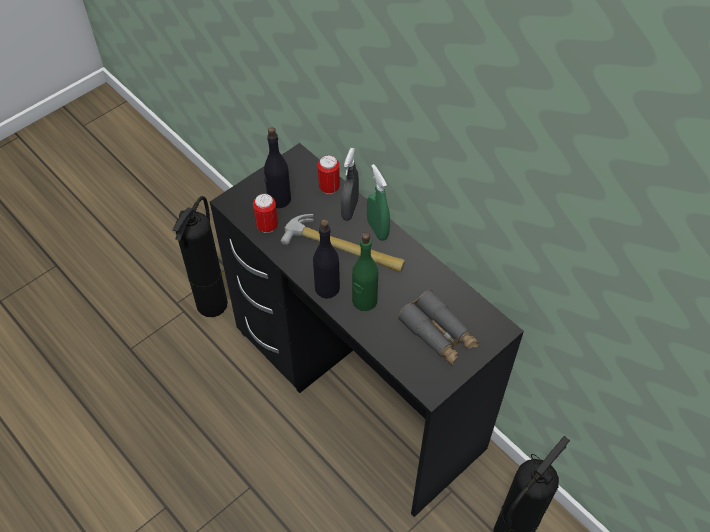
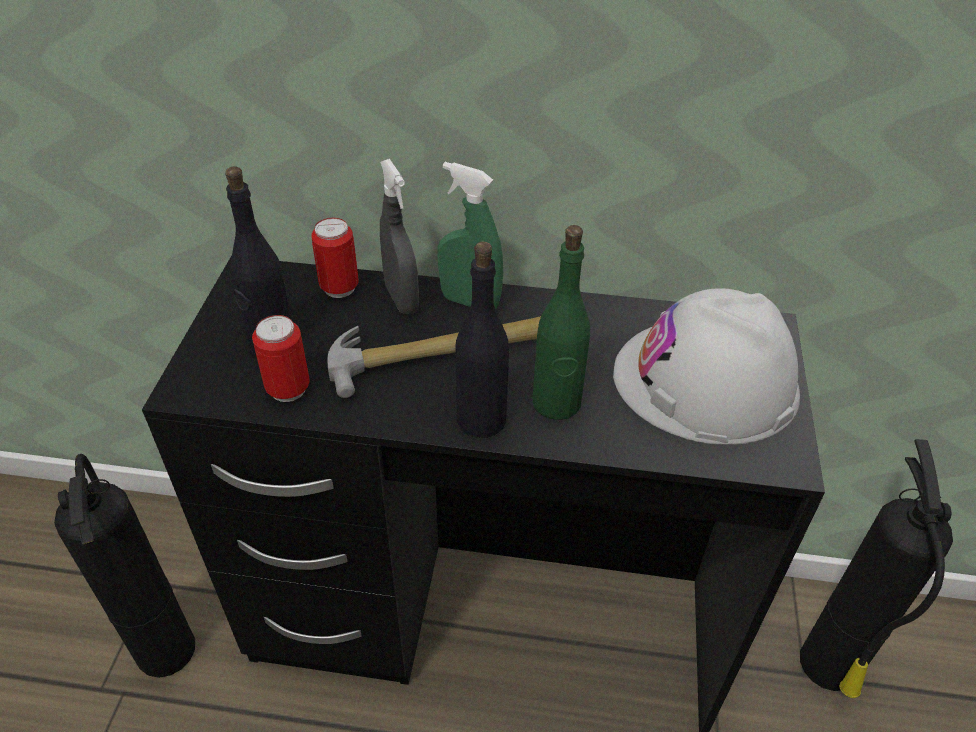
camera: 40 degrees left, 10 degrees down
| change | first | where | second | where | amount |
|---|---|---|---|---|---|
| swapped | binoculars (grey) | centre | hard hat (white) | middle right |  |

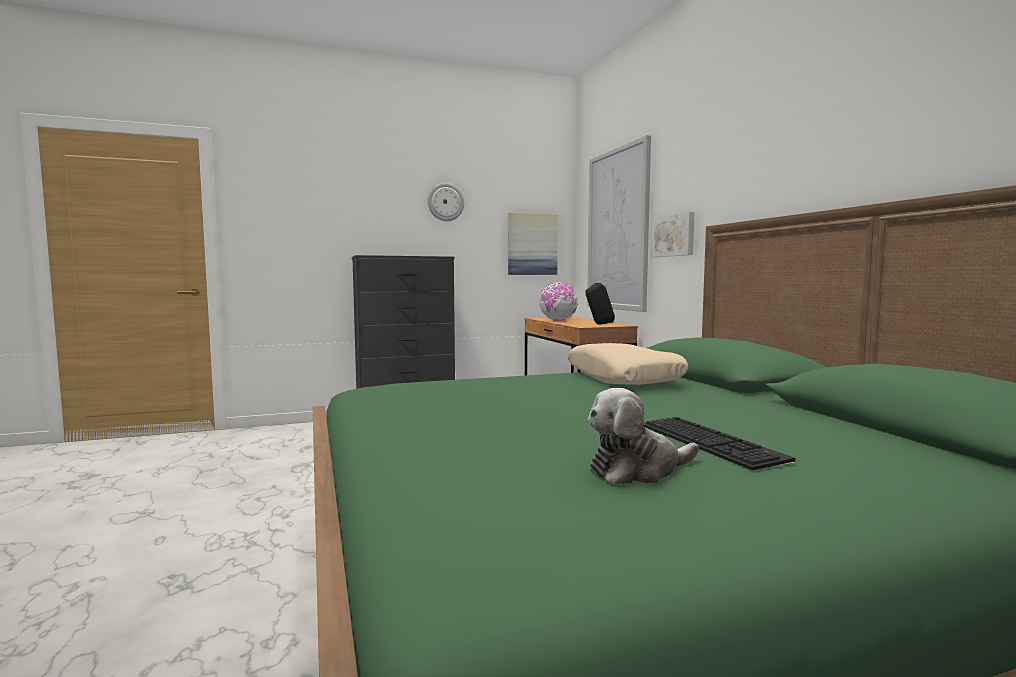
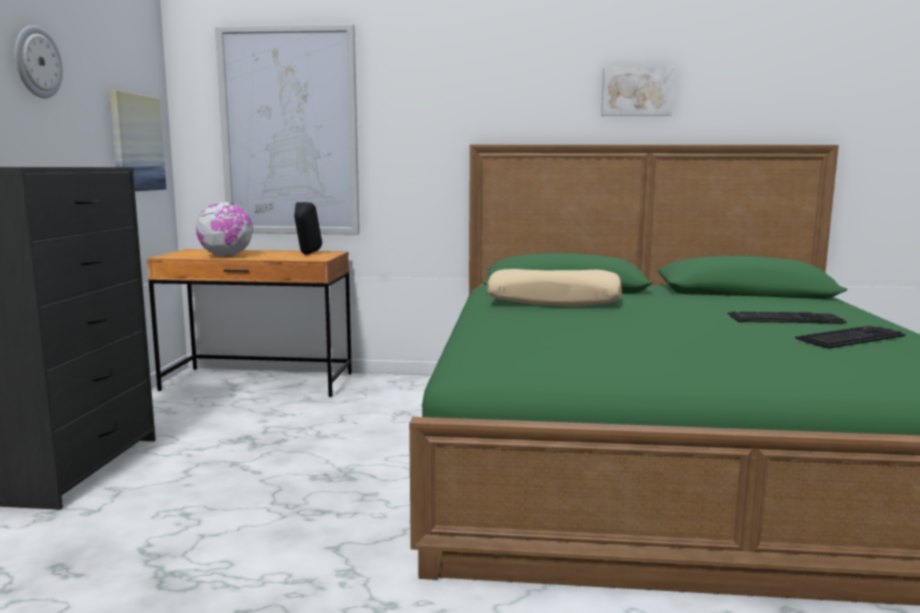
camera: 65 degrees left, 5 degrees up
| change | first | where | second | where | amount |
|---|---|---|---|---|---|
| shifted | picture (no. 3 from left) | centre |  | top right |  |
| swapped | plush toy | centre | keyboard (no. 2 from left) | middle right |  |

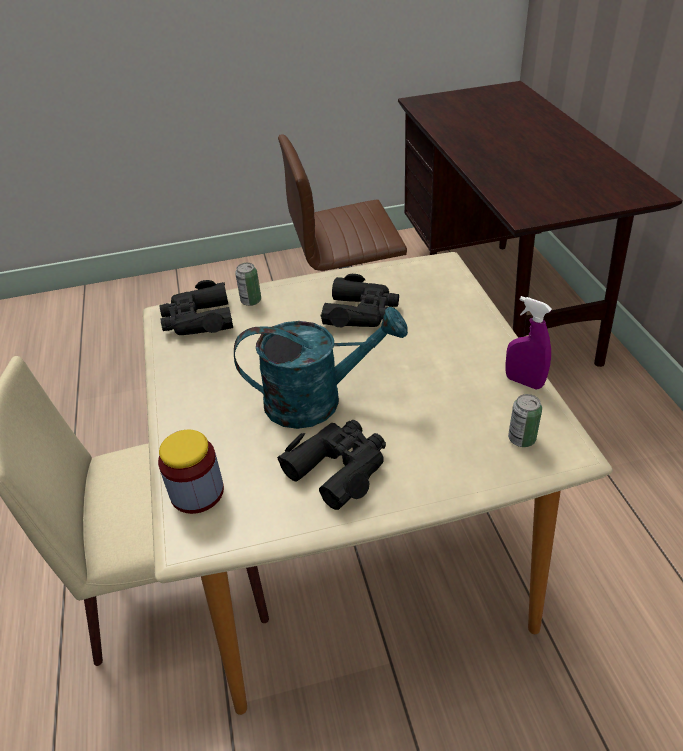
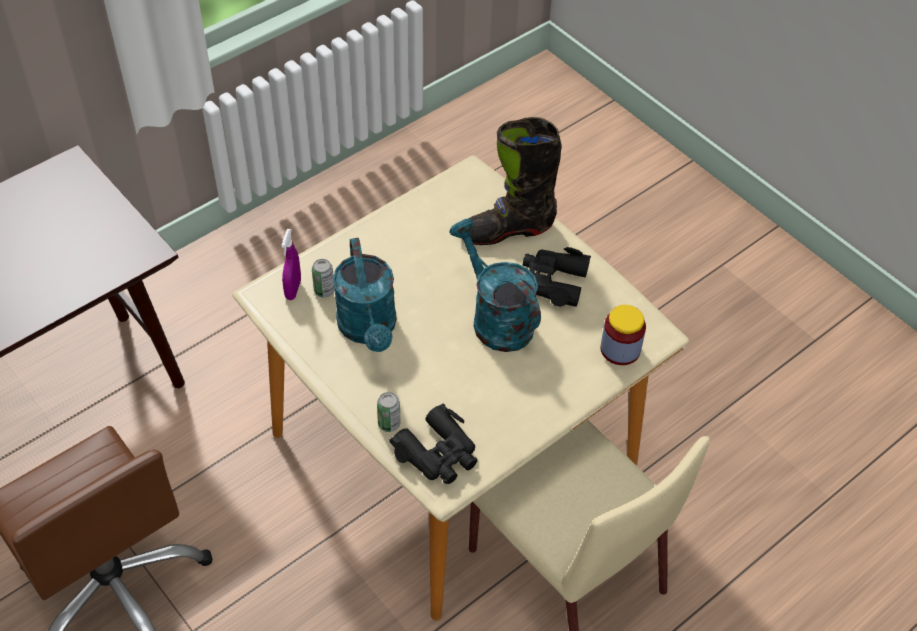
camera: 120 degrees left, 10 degrees up
| change | first | where | second | where | amount |
|---|---|---|---|---|---|
| swapped | binoculars (black) (no. 3 from left) | centre | watering can (turquoise) (no. 1 from left) | centre |  |
| shifted | spray bottle (purple) | middle right |  | middle left |  |
| shifted | can (no. 2 from left in the first image) | middle right | can (no. 1 from left) | centre |  |
| new |  |  | boot (black) | top centre |  |

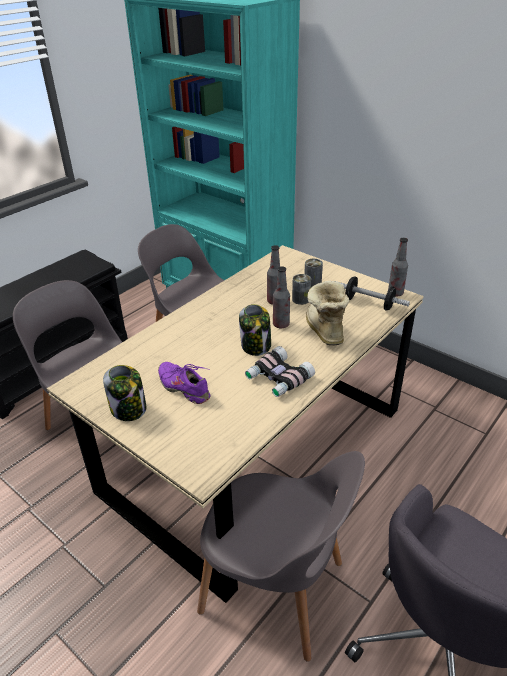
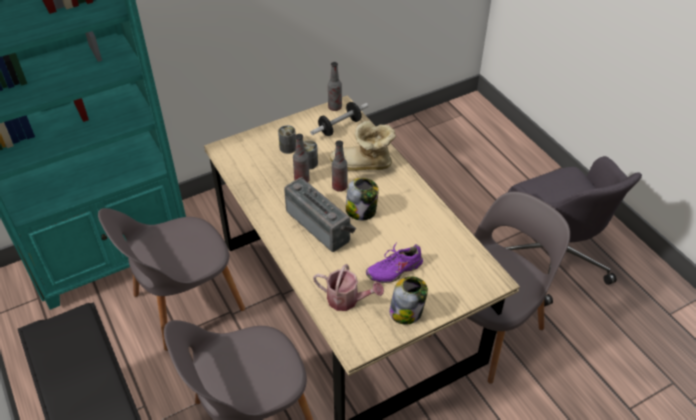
camera: 70 degrees left, 10 degrees up
| change | first | where | second | where | amount |
|---|---|---|---|---|---|
| gone | binoculars | centre |  |  |  |
| new |  |  | radio | centre |  |
| new |  |  | watering can | bottom centre |  |

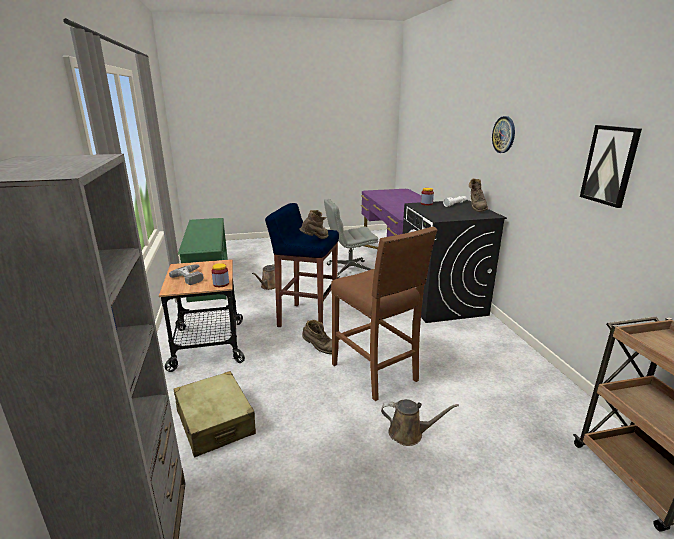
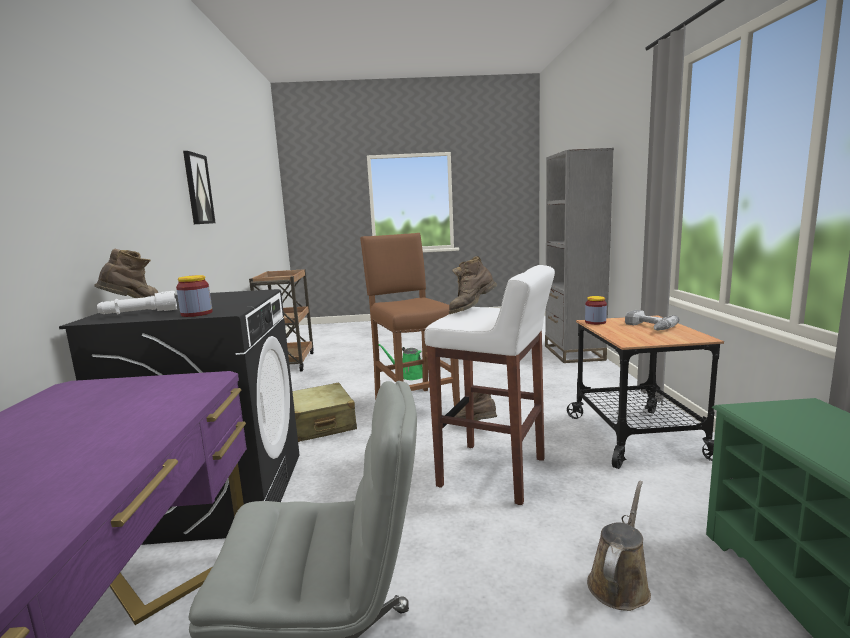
camera: 170 degrees left, 10 degrees down
| change | first | where | second | where | amount |
|---|---|---|---|---|---|
| gone | wall clock | top right |  |  |  |
| repainted | stool (blue) | centre | stool (white) | centre |  |
| shifted | suitcase (beige) | bottom left |  | centre |  |
| repainted | watering can (brown) (no. 2 from left) | bottom centre | watering can (green) | centre |  |

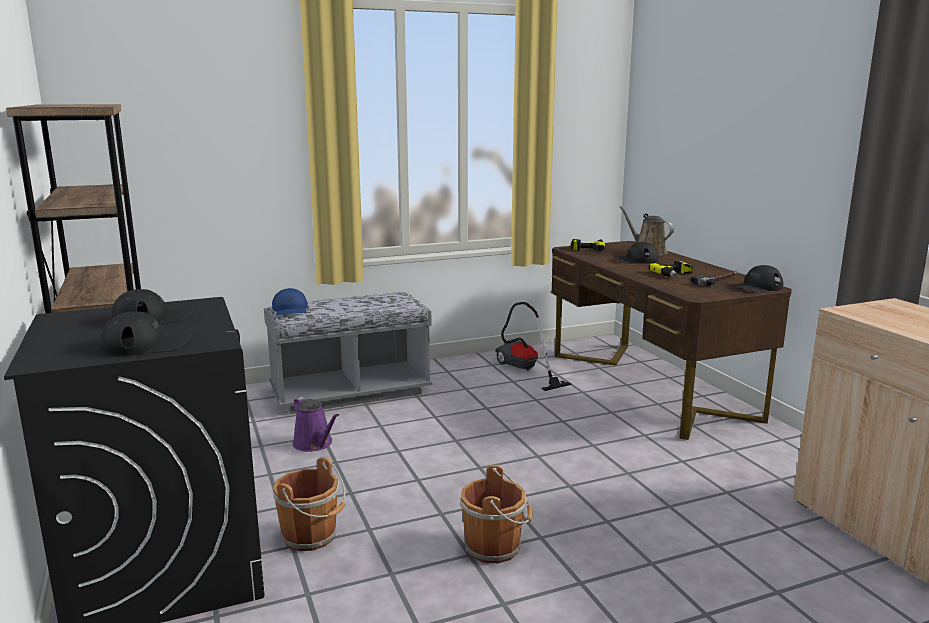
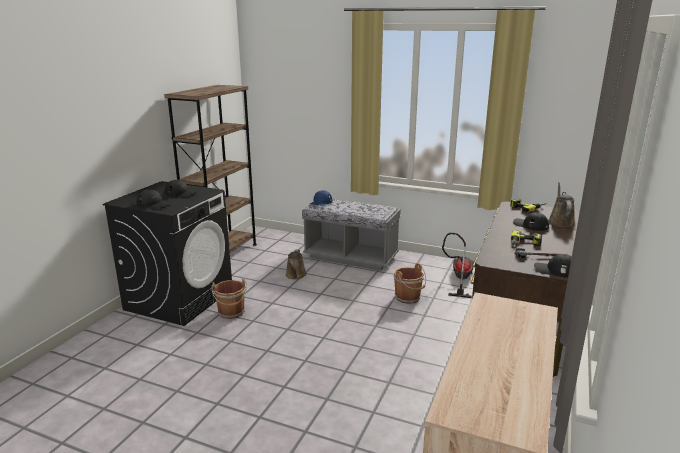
camera: 45 degrees right, 5 degrees up
| change | first | where | second | where | amount |
|---|---|---|---|---|---|
| repainted | watering can (purple) | bottom centre | watering can (brown) (no. 1 from left) | centre |  |
| shifted | bucket (brown) (no. 2 from left) | bottom centre |  | centre |  |

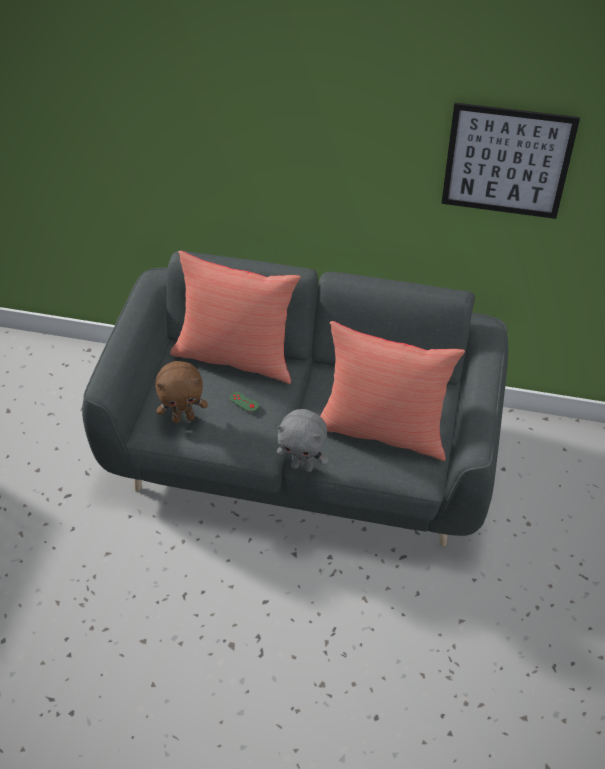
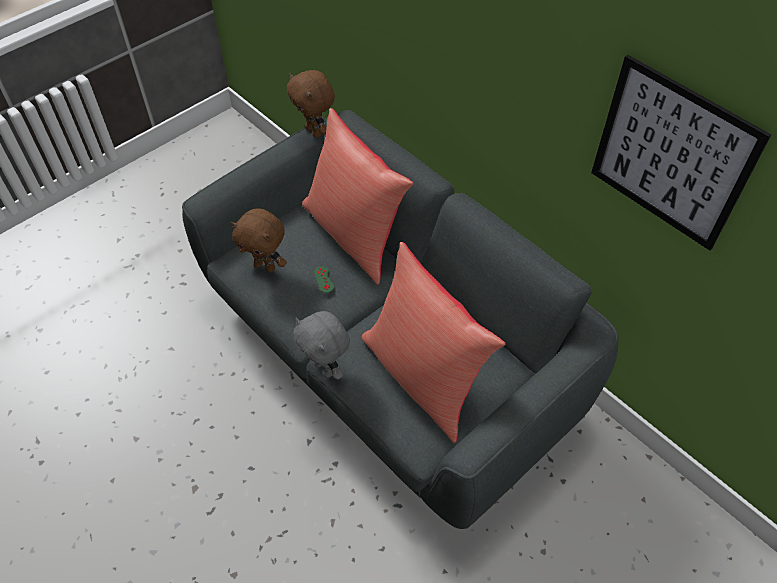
camera: 35 degrees right, 5 degrees up
| change | first | where | second | where | amount |
|---|---|---|---|---|---|
| new |  |  | plush toy (brown) (no. 2 from left) | top centre |  |

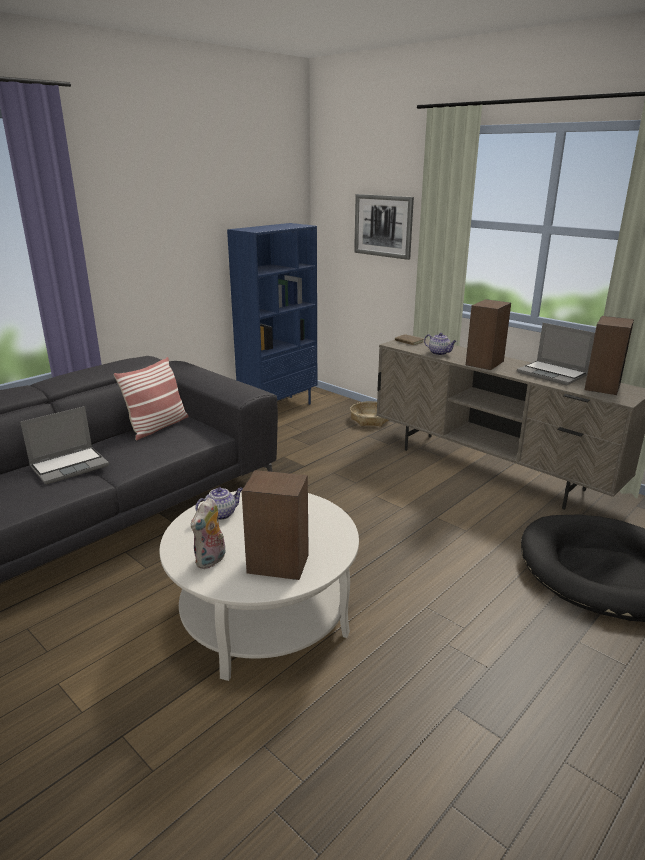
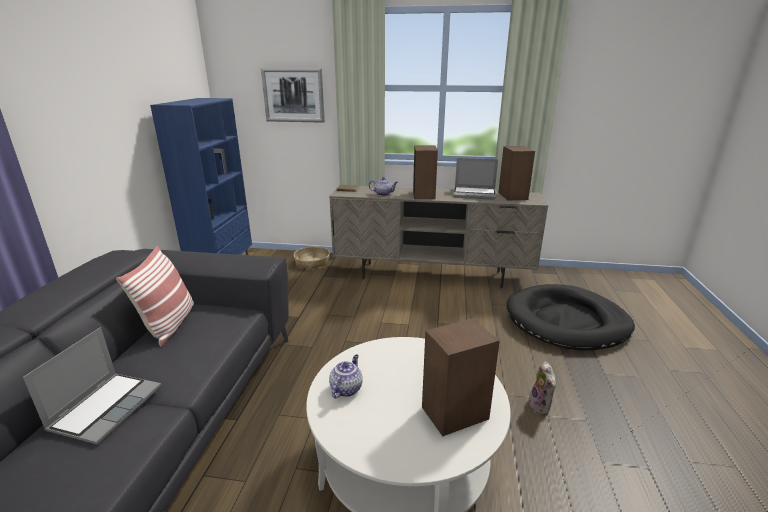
camera: 35 degrees left, 0 degrees up
| change | first | where | second | where | amount |
|---|---|---|---|---|---|
| shifted | plush toy | middle left |  | bottom right |  |

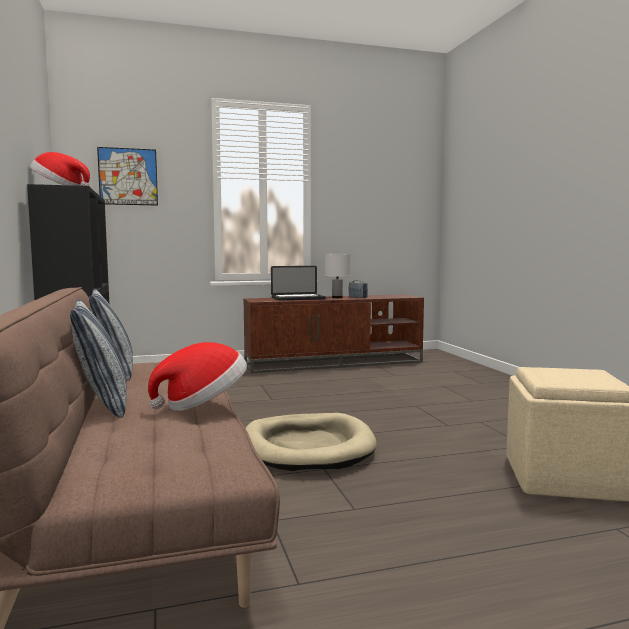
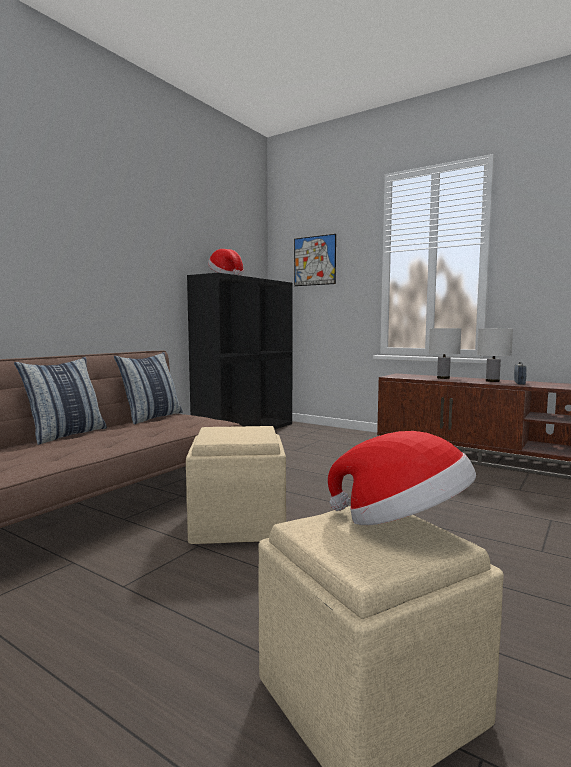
camera: 50 degrees right, 0 degrees up
| change | first | where | second | where | amount |
|---|---|---|---|---|---|
| swapped | laptop | centre | table lamp (white) (no. 1 from left) | middle right |  |
| shifted | hat (no. 2 from left) | middle left |  | middle right |  |
| swapped | dog bed (beige) | bottom centre | ottoman (beige) (no. 1 from left) | centre |  |

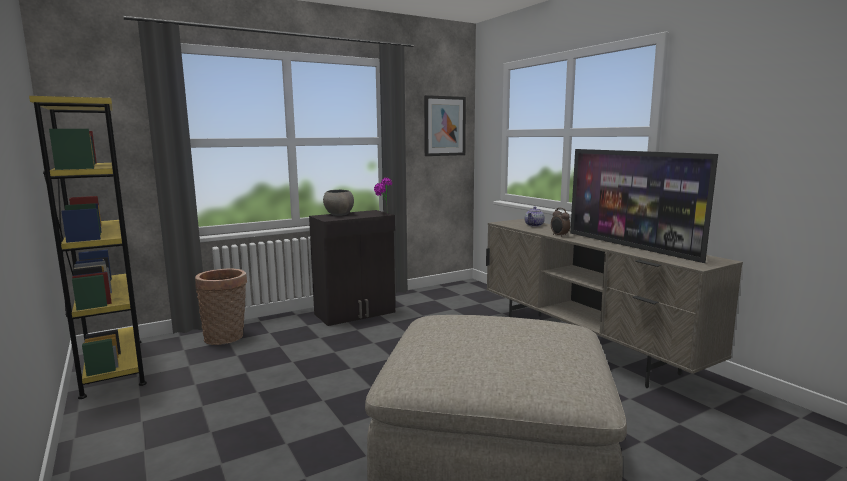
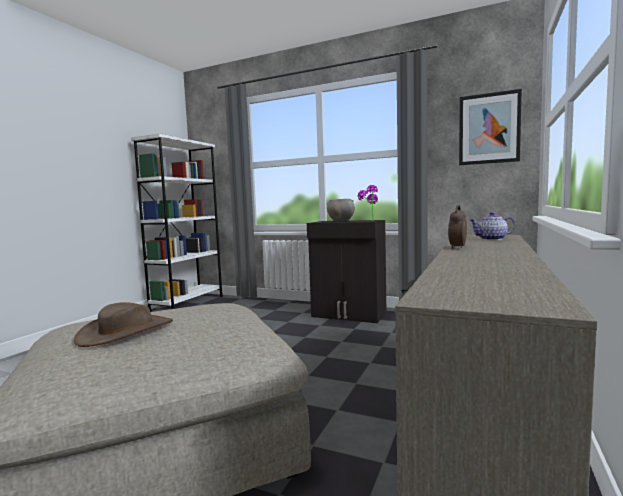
camera: 55 degrees right, 5 degrees down
| change | first | where | second | where | amount |
|---|---|---|---|---|---|
| repainted | bookcase (yellow) | middle left | bookcase (white) | middle left |  |
| gone | television | middle right |  |  |  |
| gone | basket | middle left |  |  |  |
| new |  |  | hat (brown) | middle left |  |

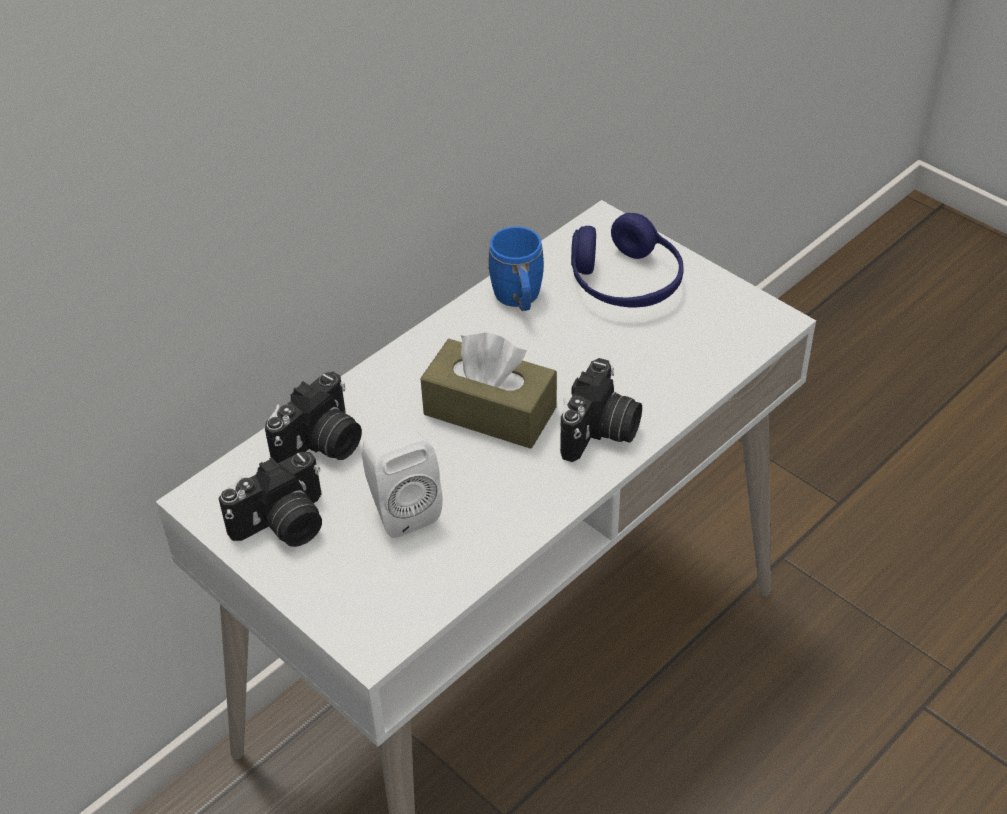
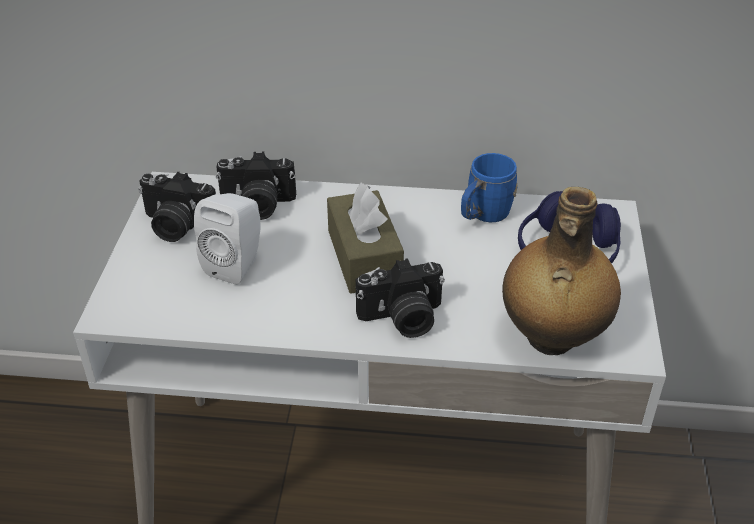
camera: 50 degrees right, 5 degrees down
| change | first | where | second | where | amount |
|---|---|---|---|---|---|
| new |  |  | bottle | middle right |  |

